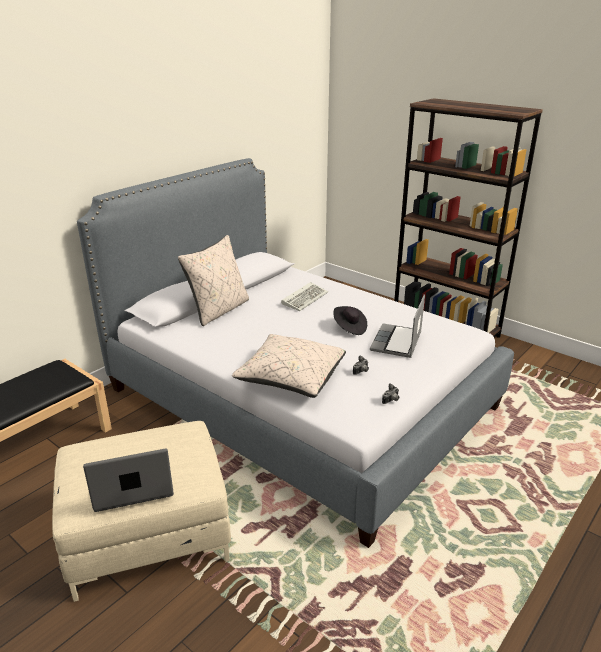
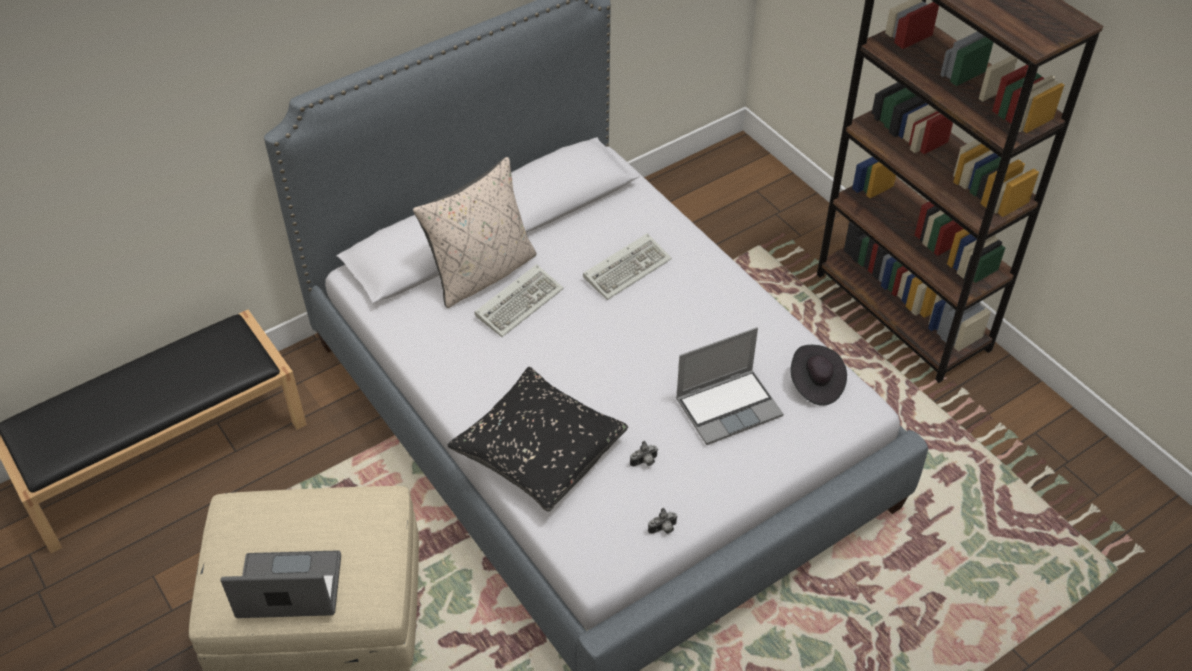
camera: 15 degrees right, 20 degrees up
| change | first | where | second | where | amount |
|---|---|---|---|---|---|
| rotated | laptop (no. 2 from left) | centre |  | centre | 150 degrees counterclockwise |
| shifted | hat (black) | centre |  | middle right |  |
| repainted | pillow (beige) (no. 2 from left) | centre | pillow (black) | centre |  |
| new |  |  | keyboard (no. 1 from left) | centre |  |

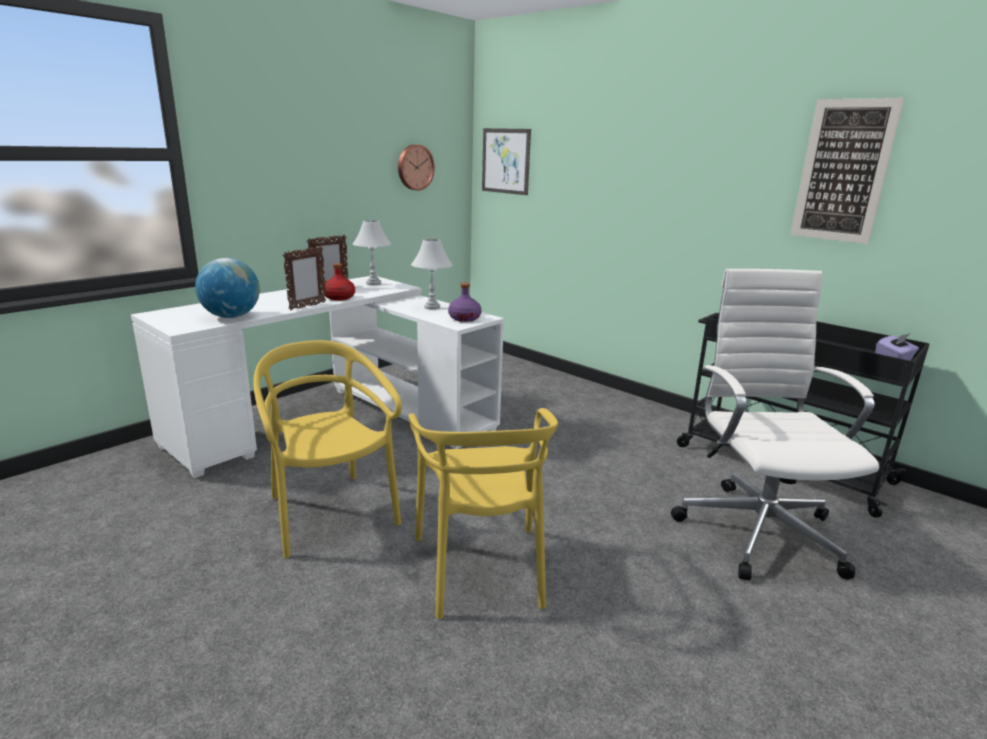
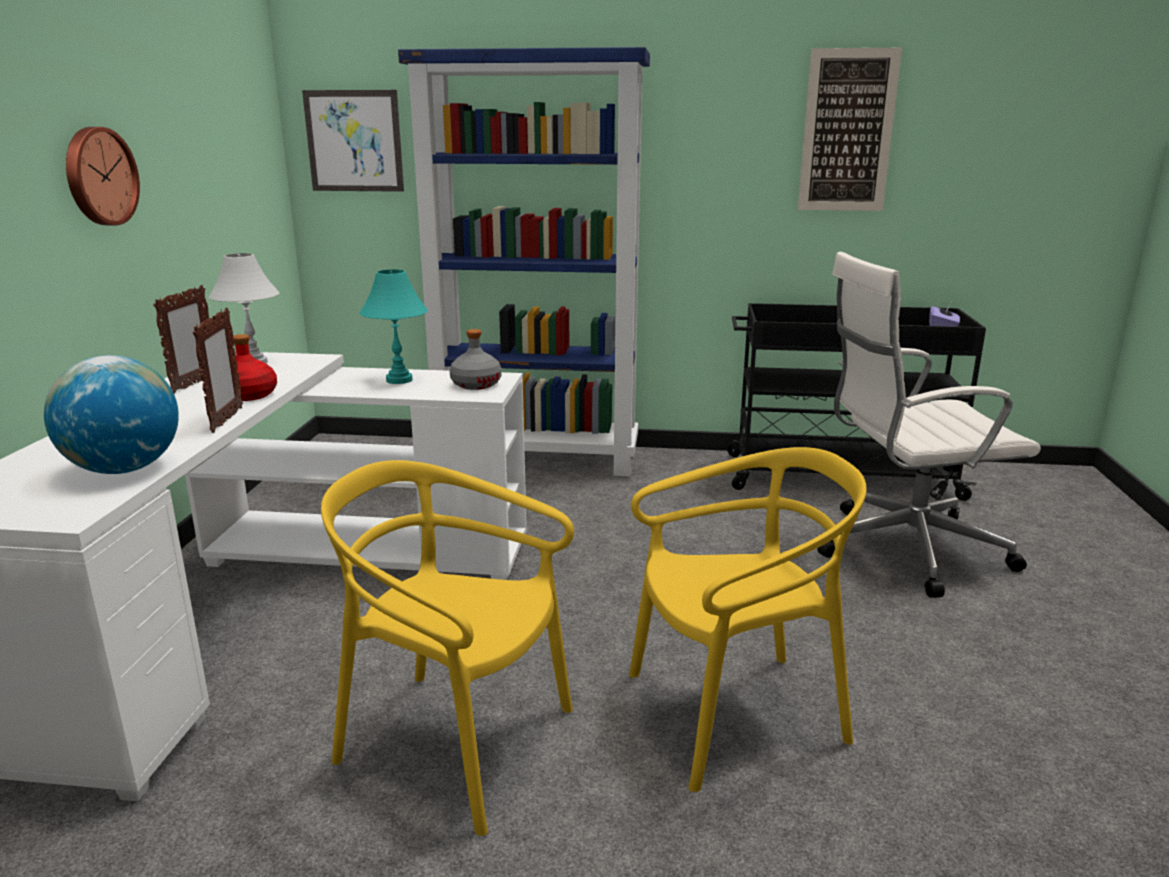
camera: 35 degrees left, 0 degrees up
| change | first | where | second | where | amount |
|---|---|---|---|---|---|
| shifted | wall clock | top centre |  | top left |  |
| repainted | table lamp (white) (no. 2 from left) | centre | table lamp (turquoise) | centre |  |
| rotated | office chair (white) | middle right |  | middle right | 60 degrees counterclockwise |
| repainted | bottle (purple) | centre | bottle (grey) | centre |  |
| rotated | chair (yellow) (no. 2 from left) | bottom centre |  | bottom centre | 60 degrees counterclockwise |
| new |  |  | bookcase (blue) | top centre |  |

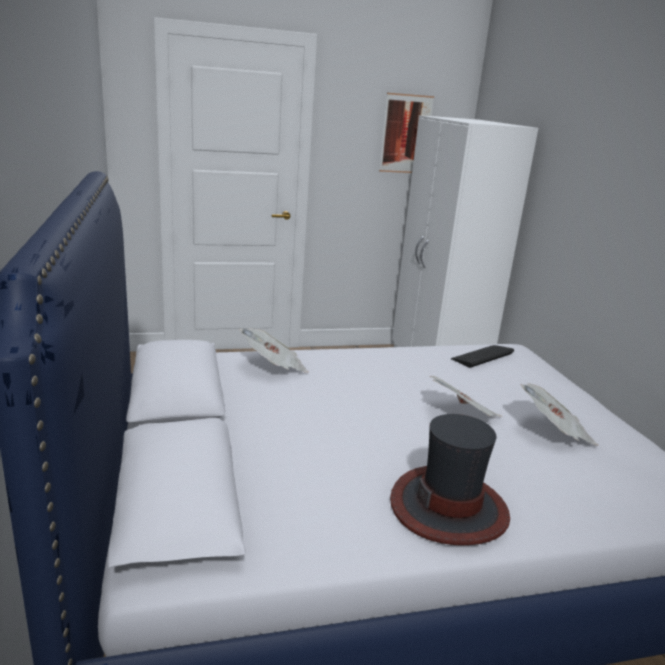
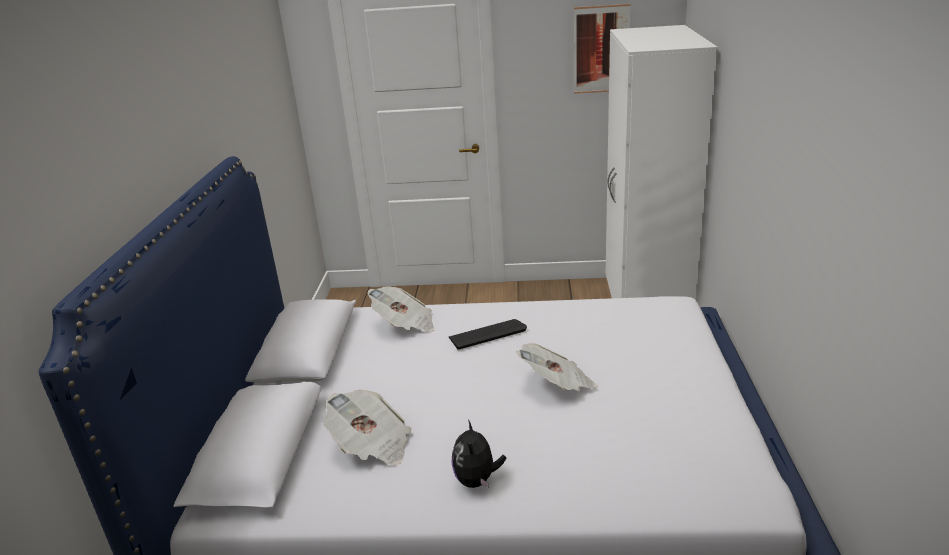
camera: 20 degrees right, 5 degrees up
| change | first | where | second | where | amount |
|---|---|---|---|---|---|
| shifted | keyboard | middle right |  | centre |  |
| shifted | newspaper (no. 3 from left in the first image) | middle right | newspaper (no. 1 from left) | bottom centre |  |
| swapped | hat | bottom right | plush toy | bottom centre |  |

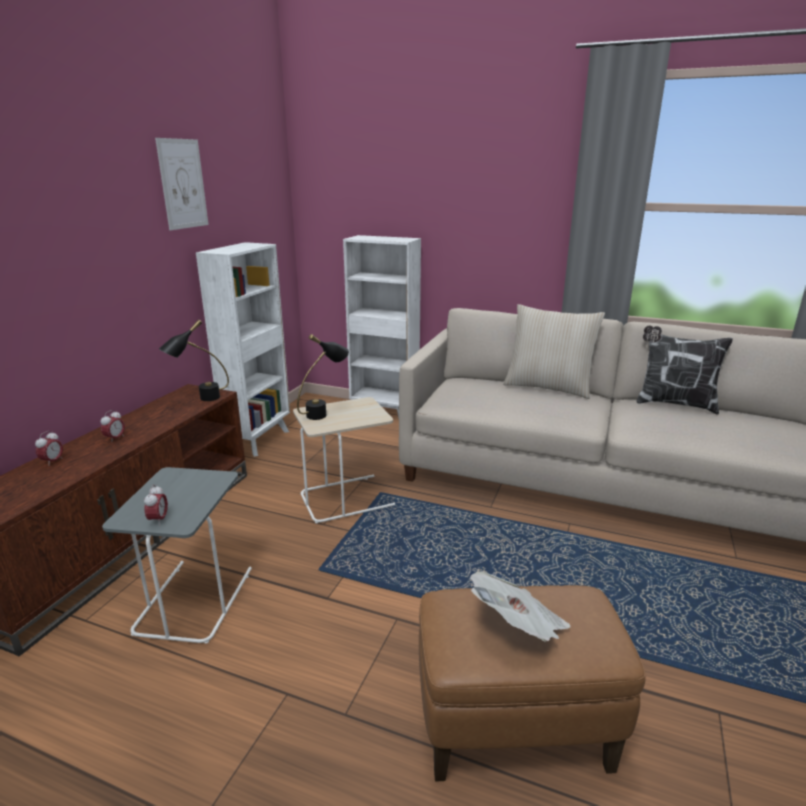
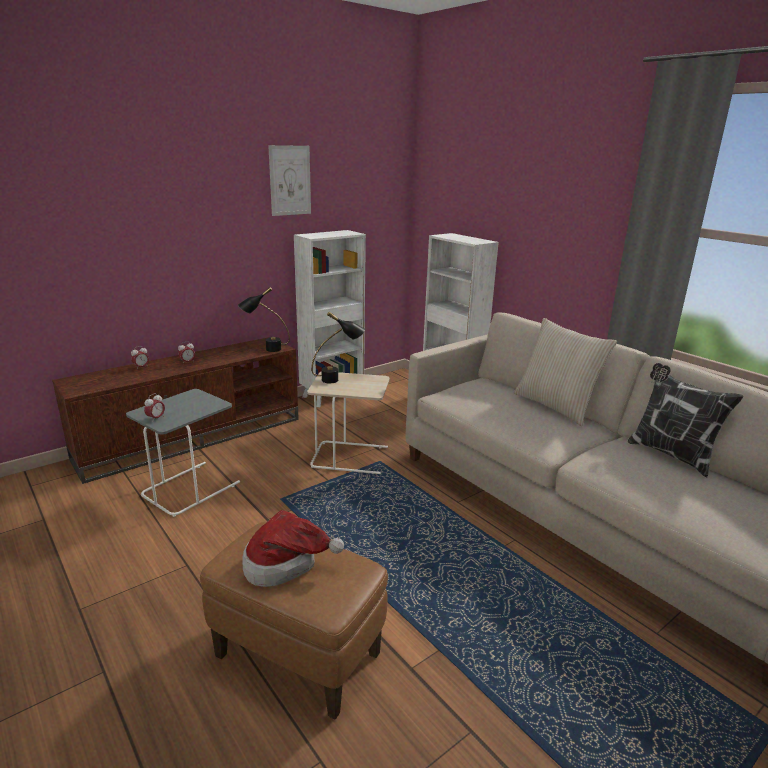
camera: 30 degrees right, 0 degrees up
| change | first | where | second | where | amount |
|---|---|---|---|---|---|
| swapped | newspaper | bottom centre | hat | bottom centre |  |

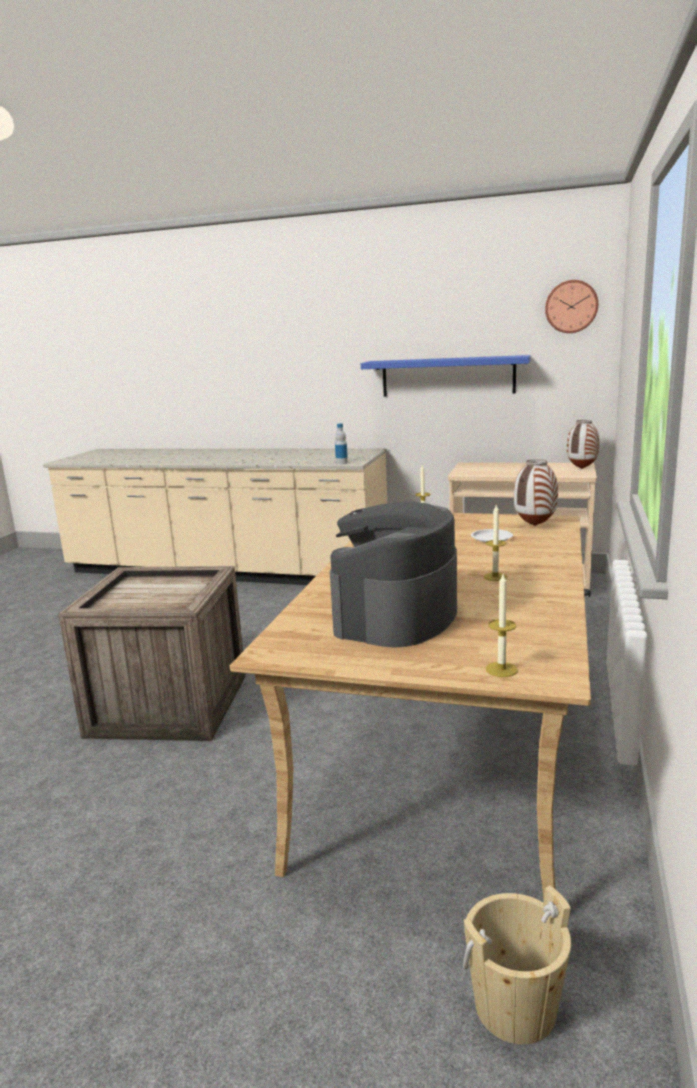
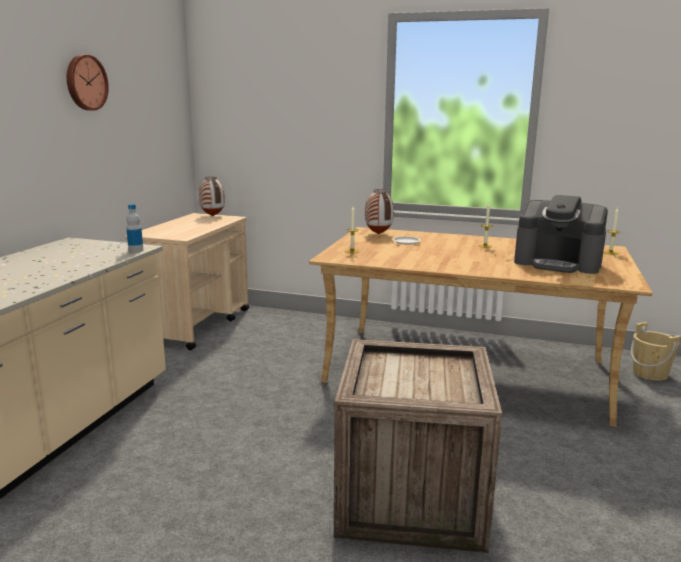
camera: 90 degrees left, 0 degrees up
| change | first | where | second | where | amount |
|---|---|---|---|---|---|
| shifted | wall clock | top right |  | top left |  |
| gone | shelf (blue) | centre |  |  |  |

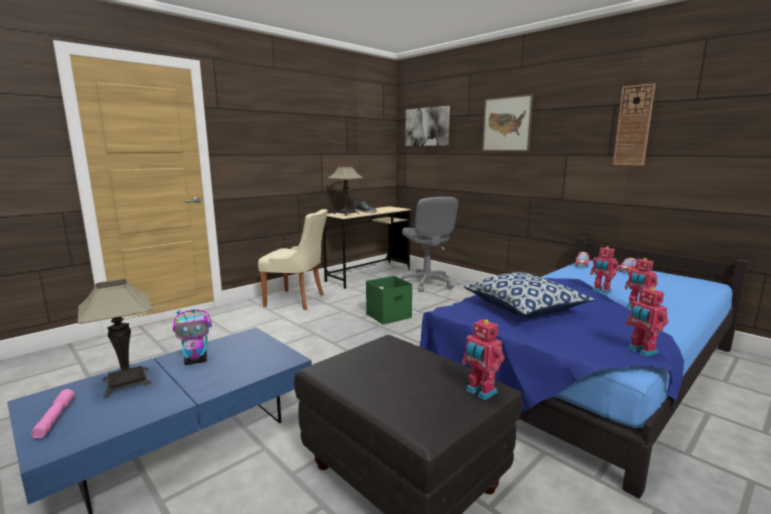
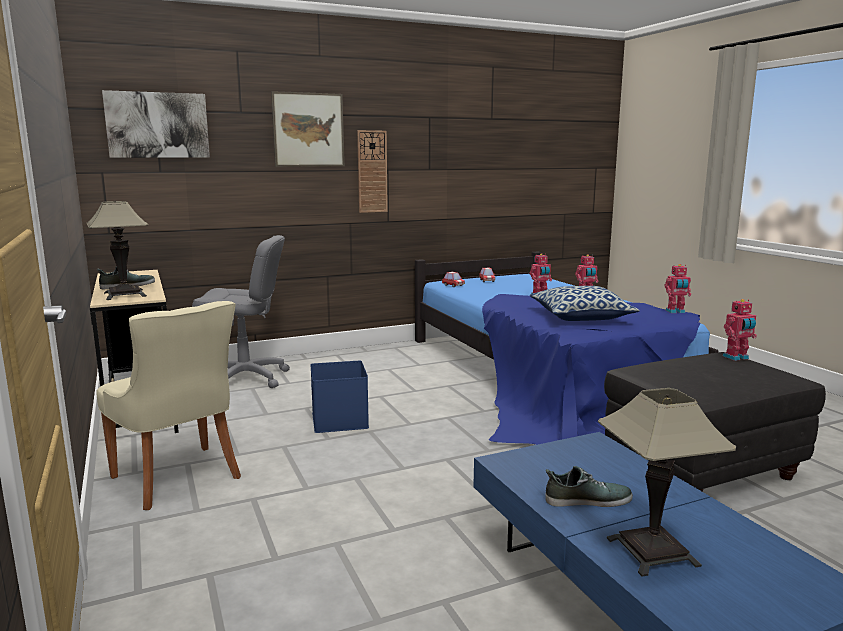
camera: 70 degrees left, 0 degrees up
| change | first | where | second | where | amount |
|---|---|---|---|---|---|
| shifted | wall clock | top right |  | top centre |  |
| rotated | chair (beige) | centre |  | middle left | 105 degrees clockwise |
| repainted | storage box (green) | centre | storage box (blue) | centre |  |
| swapped | toy robot (no. 1 from left) | middle left | shoe (no. 2 from left) | bottom right |  |
| gone | flashlight (pink) | bottom left |  |  |  |

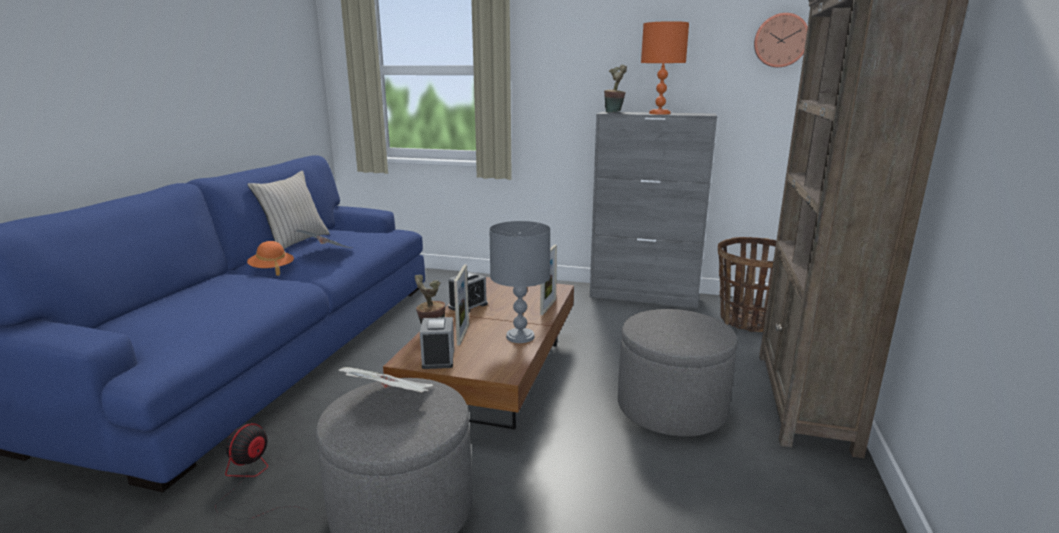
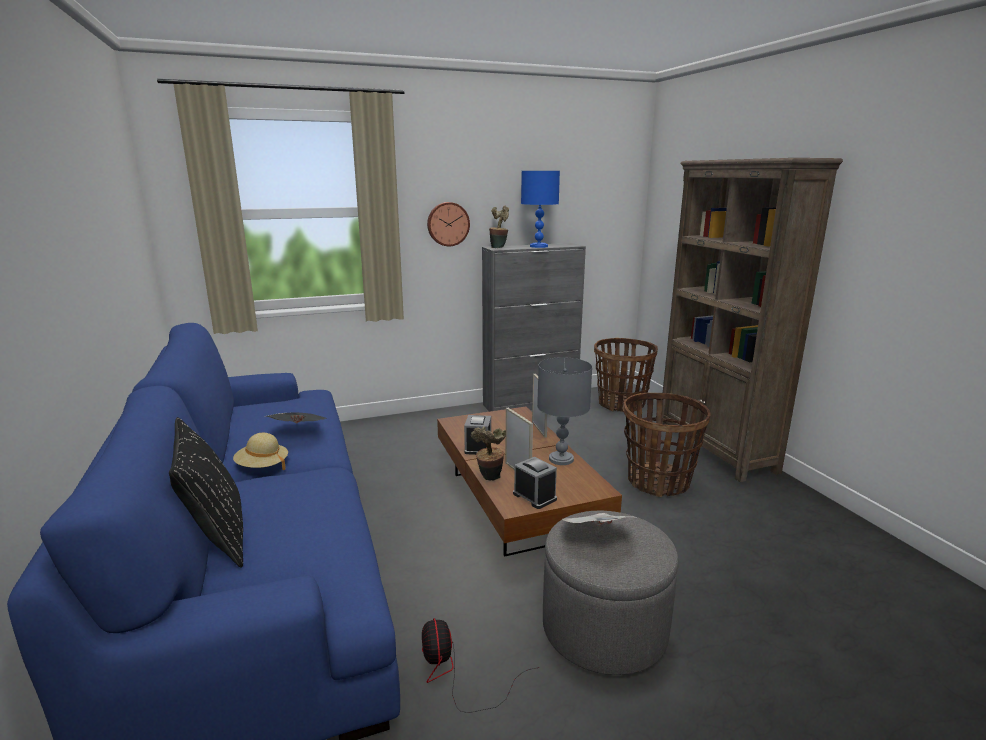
camera: 35 degrees left, 0 degrees up
| change | first | where | second | where | amount |
|---|---|---|---|---|---|
| shifted | wall clock | top right |  | top centre |  |
| repainted | table lamp (orange) | top centre | table lamp (blue) | top centre |  |
| gone | pillow (beige) | middle left |  |  |  |
| repainted | hat (orange) | middle left | hat (beige) | middle left |  |
| swapped | ottoman (grey) (no. 2 from left) | bottom centre | basket (no. 2 from left) | middle right |  |
| new |  |  | pillow (black) | middle left |  |

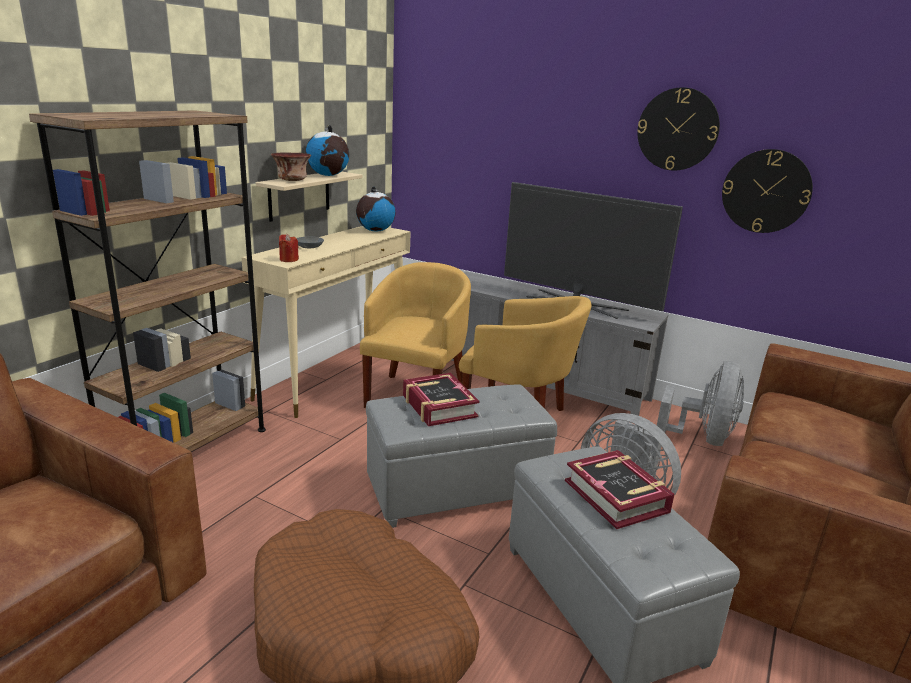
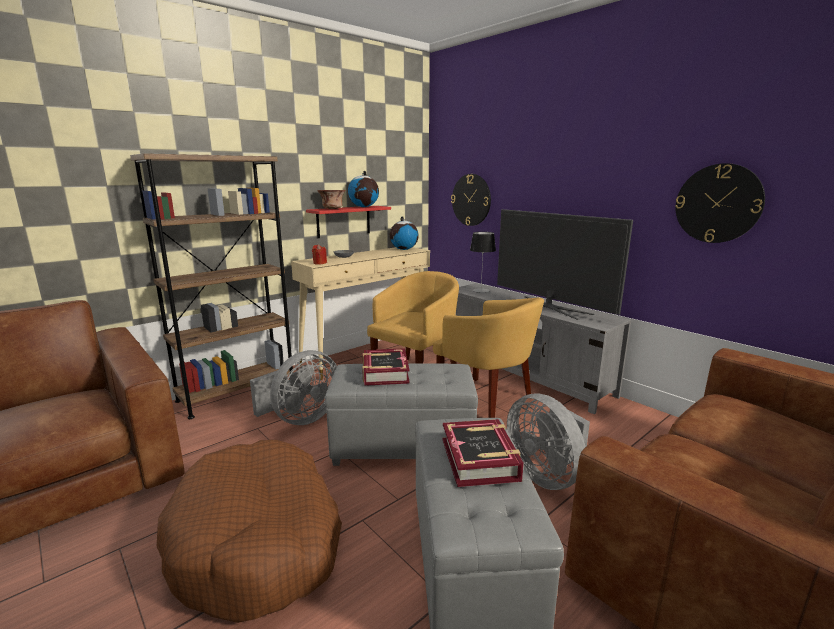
camera: 20 degrees right, 5 degrees down
| change | first | where | second | where | amount |
|---|---|---|---|---|---|
| shifted | wall clock (no. 1 from left) | top right |  | top centre |  |
| repainted | shelf (beige) | top centre | shelf (red) | centre |  |
| shifted | fan (grey) (no. 2 from left in the first image) | middle right | fan (grey) (no. 1 from left) | centre |  |
| new |  |  | table lamp | centre |  |

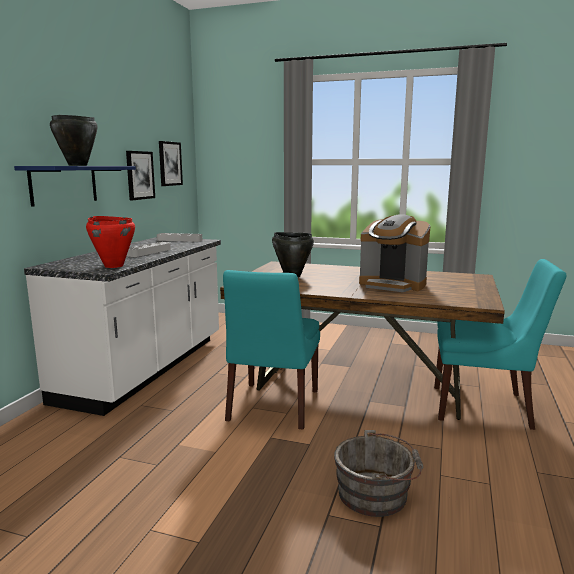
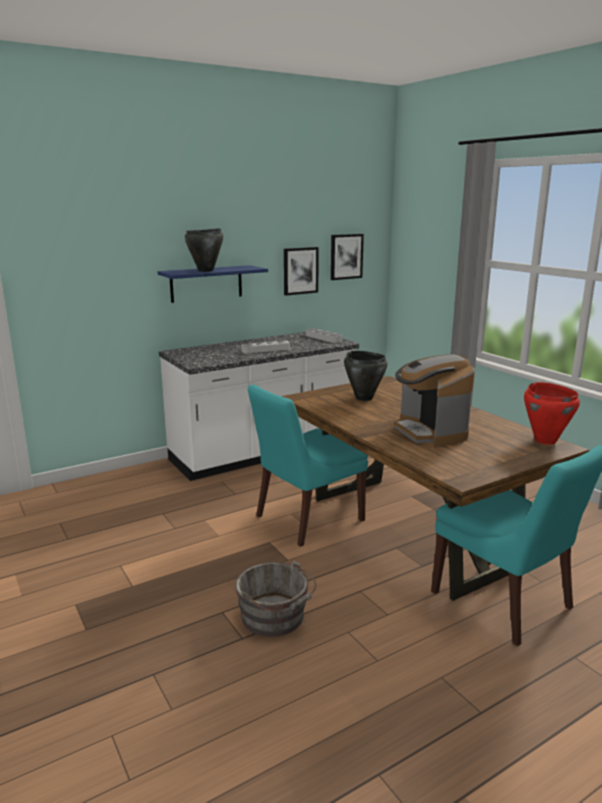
camera: 40 degrees right, 5 degrees up
| change | first | where | second | where | amount |
|---|---|---|---|---|---|
| shifted | cooking pot (red) | middle left |  | middle right |  |

